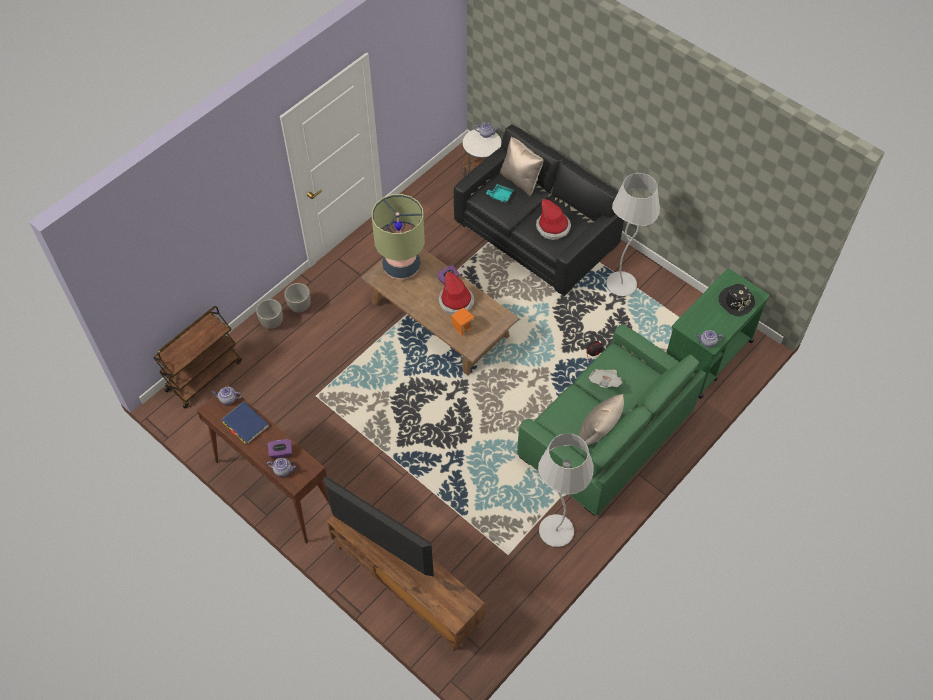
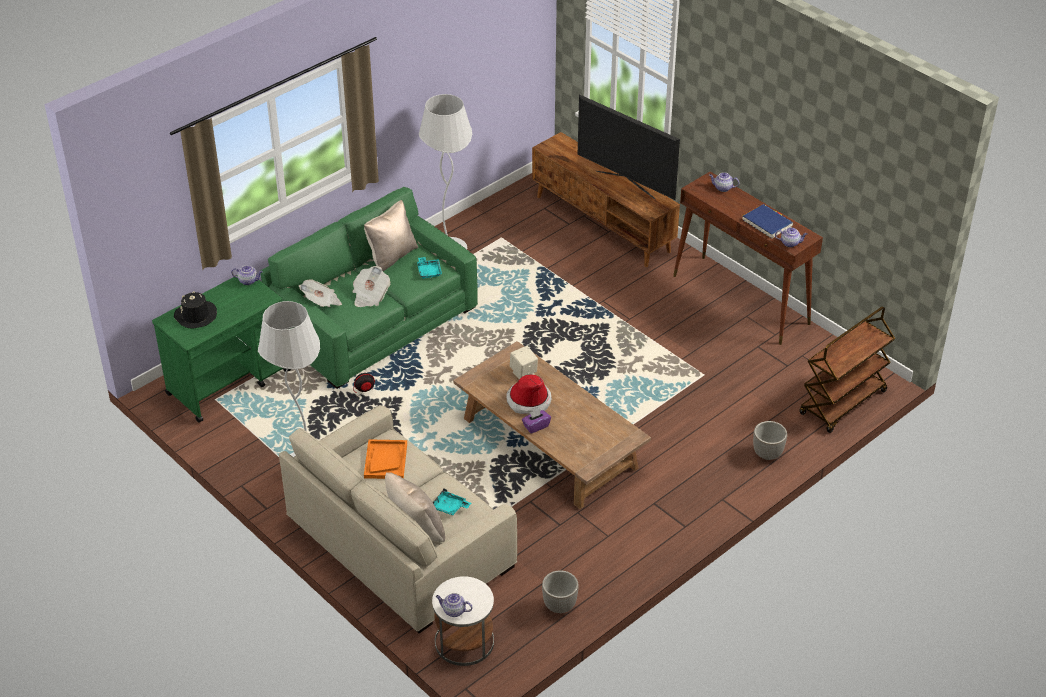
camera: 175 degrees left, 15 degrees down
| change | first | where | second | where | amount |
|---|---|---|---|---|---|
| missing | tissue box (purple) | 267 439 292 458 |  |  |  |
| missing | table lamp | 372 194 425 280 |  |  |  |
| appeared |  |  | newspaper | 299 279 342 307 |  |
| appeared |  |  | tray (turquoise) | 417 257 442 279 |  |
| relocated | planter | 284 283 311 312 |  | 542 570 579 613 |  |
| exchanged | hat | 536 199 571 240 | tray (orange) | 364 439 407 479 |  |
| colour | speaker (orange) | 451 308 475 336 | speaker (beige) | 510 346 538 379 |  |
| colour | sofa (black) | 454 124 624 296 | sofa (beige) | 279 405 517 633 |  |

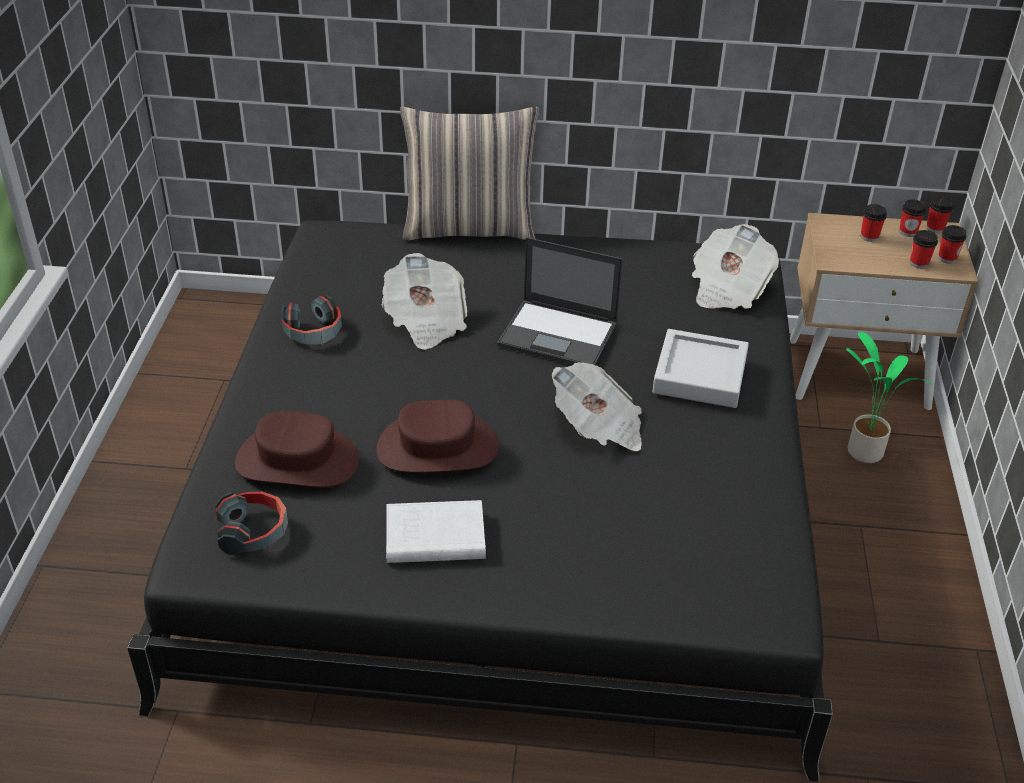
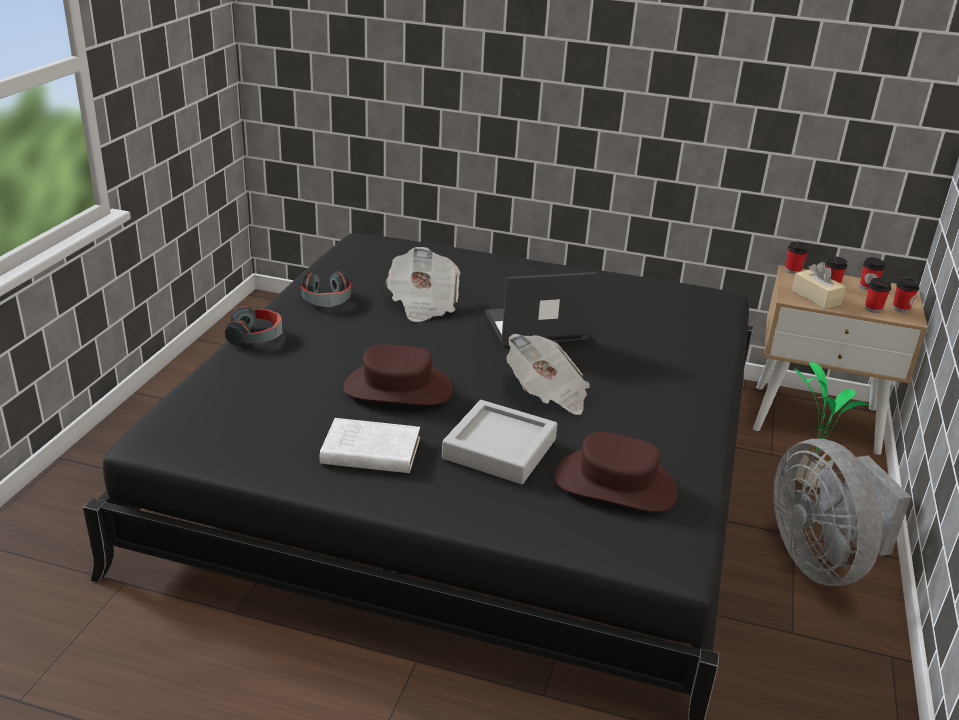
camera: 10 degrees right, 10 degrees down
| change | first | where | second | where | amount |
|---|---|---|---|---|---|
| missing | pillow | 400 106 539 240 |  |  |  |
| missing | newspaper | 692 224 779 309 |  |  |  |
| appeared |  |  | fan (grey) | 773 439 911 586 |  |
| appeared |  |  | tissue box (beige) | 792 262 846 309 |  |
| relocated | headphones | 215 492 288 556 |  | 225 305 283 346 |  |
| relocated | hat (brown) | 235 411 359 487 |  | 554 432 678 512 |  |
| relocated | tray (grey) | 653 329 749 408 |  | 442 400 557 484 |  |
| relocated | cup | 926 196 954 233 |  | 785 242 809 274 |  |
| spun | laptop | 497 237 623 365 |  | 485 272 596 346 | 135 degrees clockwise |

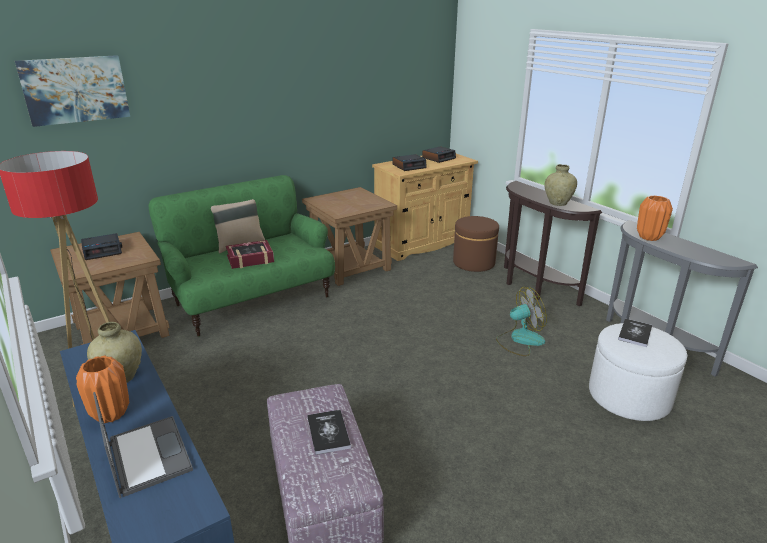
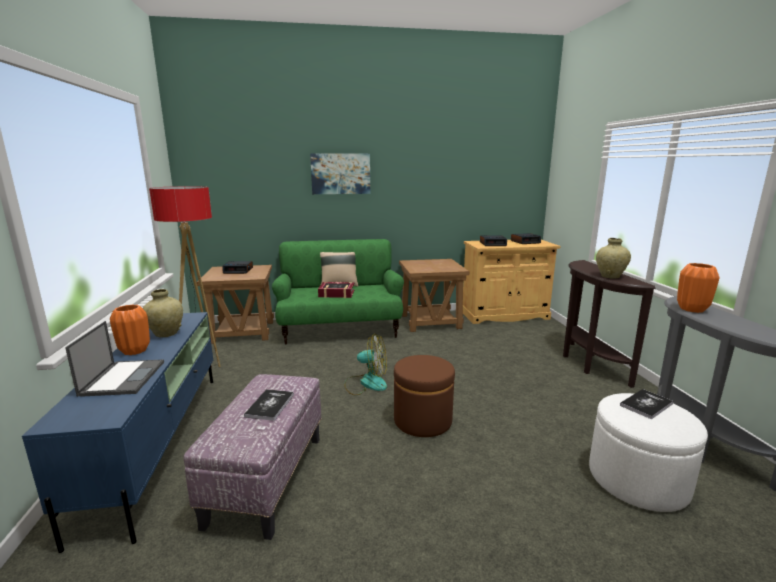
camera: 25 degrees right, 10 degrees down
| change | first | where | second | where | amount |
|---|---|---|---|---|---|
| relocated | picture | 15 55 130 127 |  | 310 153 370 194 |  |
| relocated | ottoman (brown) | 453 216 499 272 |  | 394 355 455 437 |  |
| relocated | fan | 496 287 547 356 |  | 344 334 387 395 |  |

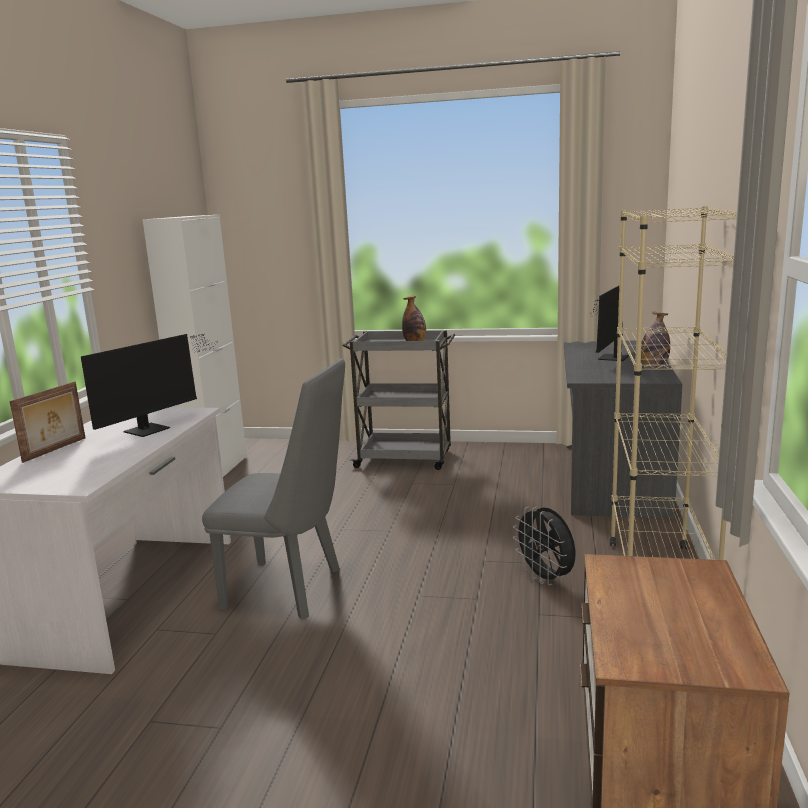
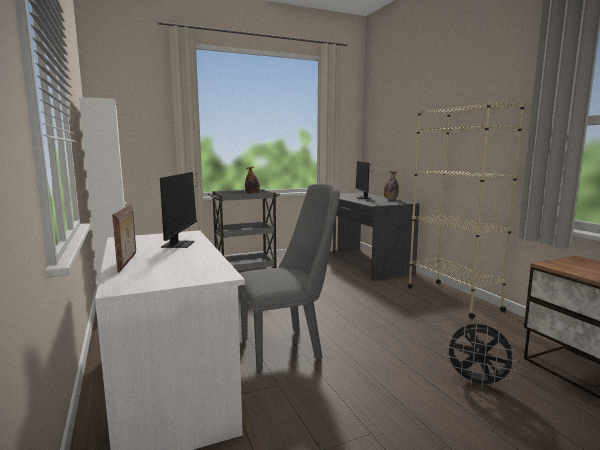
camera: 35 degrees left, 5 degrees down
| change | first | where | second | where | amount |
|---|---|---|---|---|---|
| relocated | fan (black) | 513 506 575 585 |  | 444 324 517 389 |  |

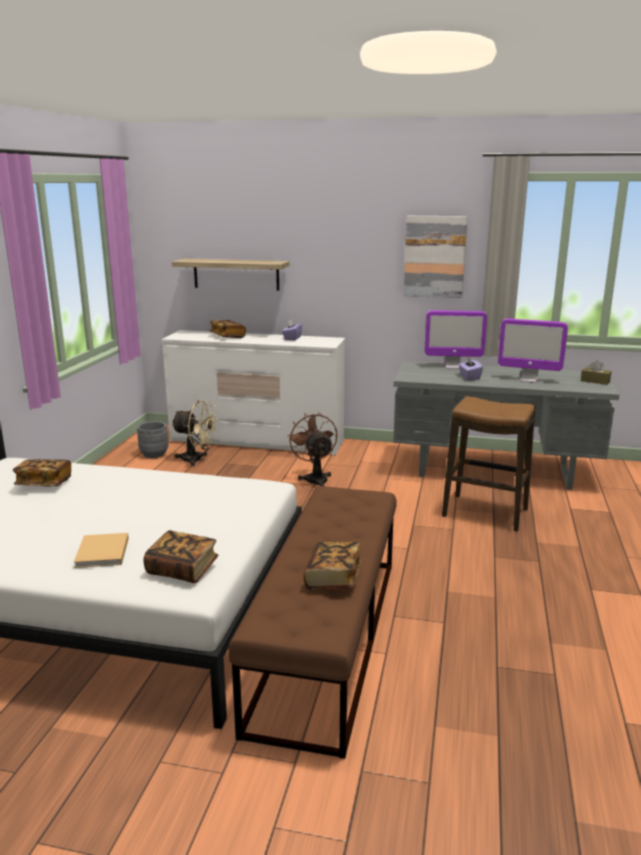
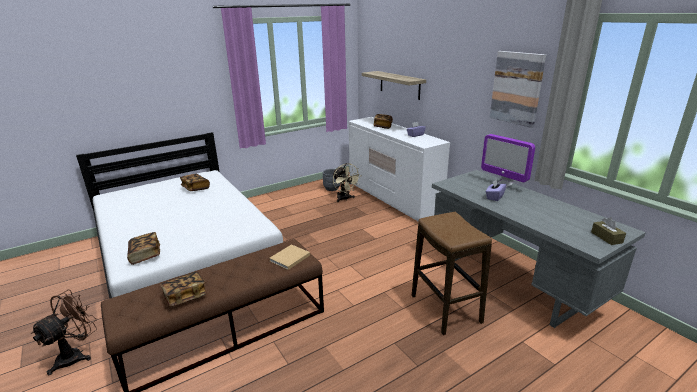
camera: 45 degrees right, 5 degrees up
| change | first | where | second | where | amount |
|---|---|---|---|---|---|
| missing | monitor | 498 319 568 383 |  |  |  |
| relocated | book (beige) | 74 533 129 568 |  | 270 244 310 270 |  |
| relocated | fan (brown) | 287 413 337 486 |  | 31 290 97 375 |  |

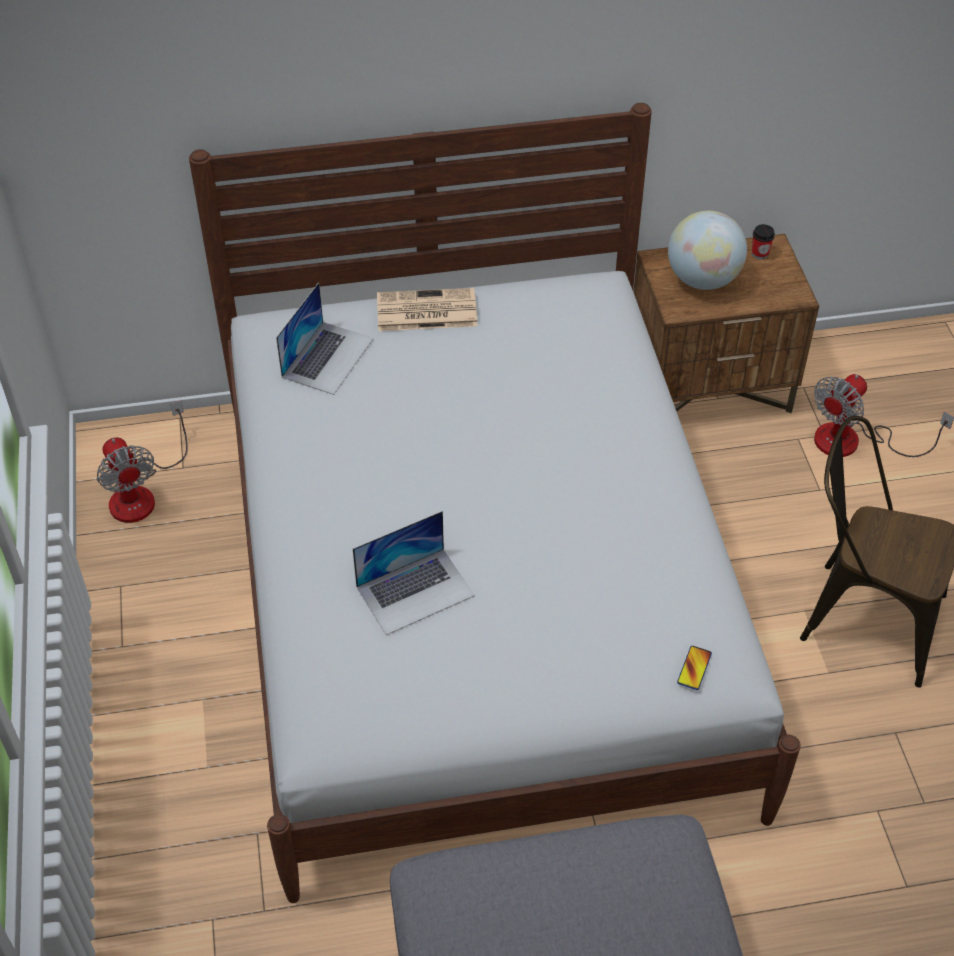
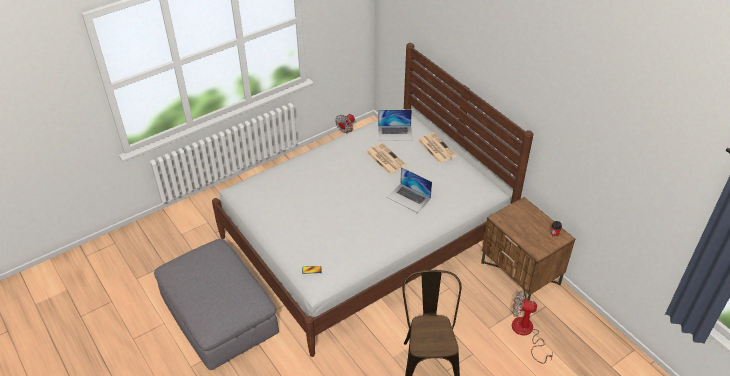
camera: 65 degrees right, 5 degrees down
| change | first | where | second | where | amount |
|---|---|---|---|---|---|
| missing | globe | 668 211 747 290 |  |  |  |
| appeared |  |  | newspaper | 366 143 407 175 |  |
| relocated | laptop | 353 511 475 635 |  | 387 167 432 213 |  |

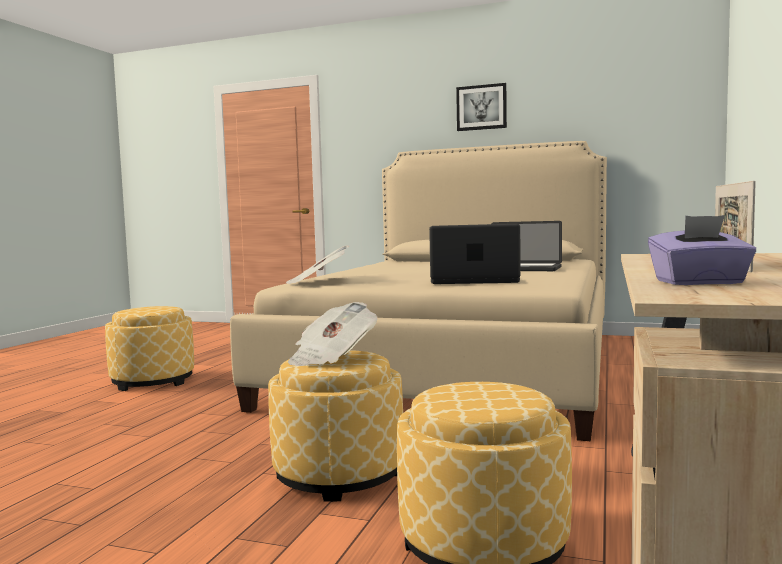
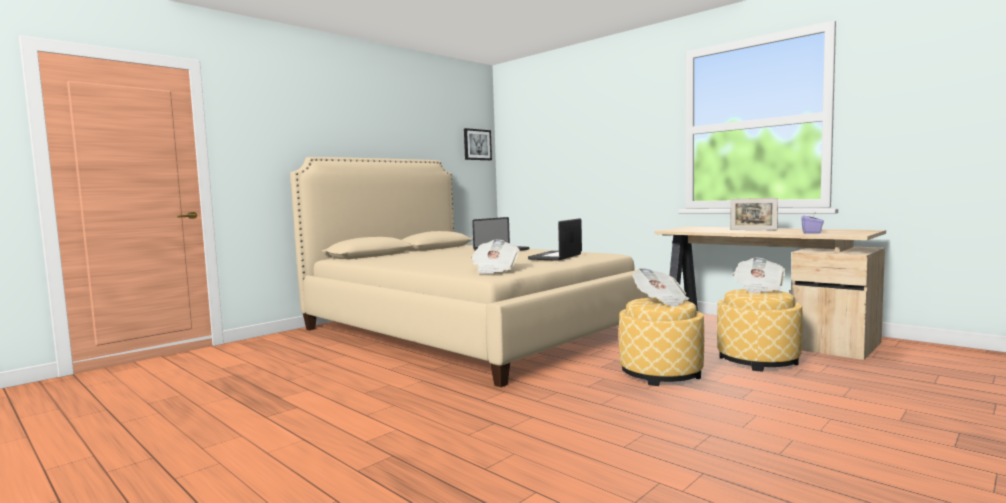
camera: 65 degrees left, 0 degrees up
| change | first | where | second | where | amount |
|---|---|---|---|---|---|
| missing | ottoman | 105 306 194 391 |  |  |  |
| appeared |  |  | newspaper | 733 258 786 293 |  |
| relocated | picture | 456 83 507 131 |  | 464 128 492 160 |  |

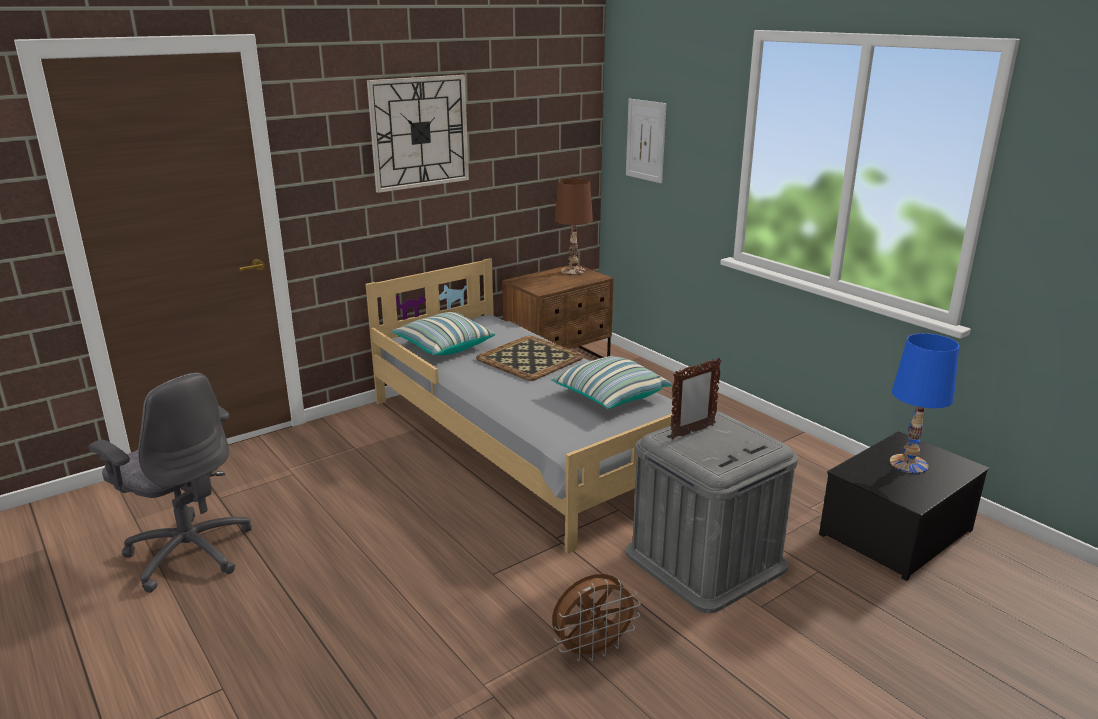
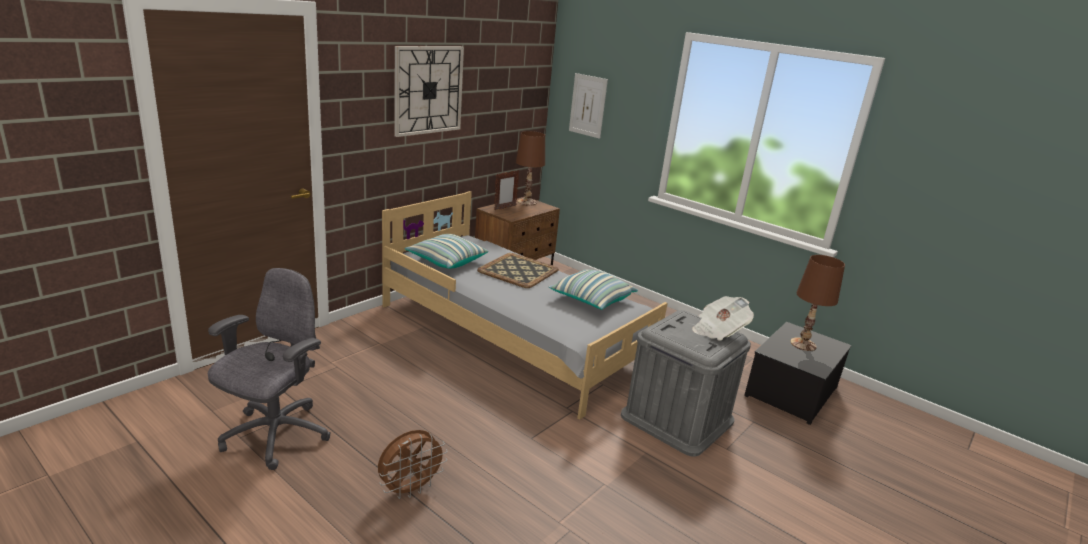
camera: 15 degrees left, 0 degrees up
| change | first | where | second | where | amount |
|---|---|---|---|---|---|
| appeared |  |  | newspaper | 692 296 754 341 |  |
| relocated | fan (brown) | 552 574 641 662 |  | 378 430 448 499 |  |
| relocated | picture frame | 670 357 722 439 |  | 494 170 519 211 |  |
| colour | table lamp (blue) | 890 333 959 474 | table lamp (brown) | 790 255 845 351 |  |
| spun | office chair (grey) | 89 373 252 593 |  | 208 268 331 470 | 90 degrees counterclockwise |

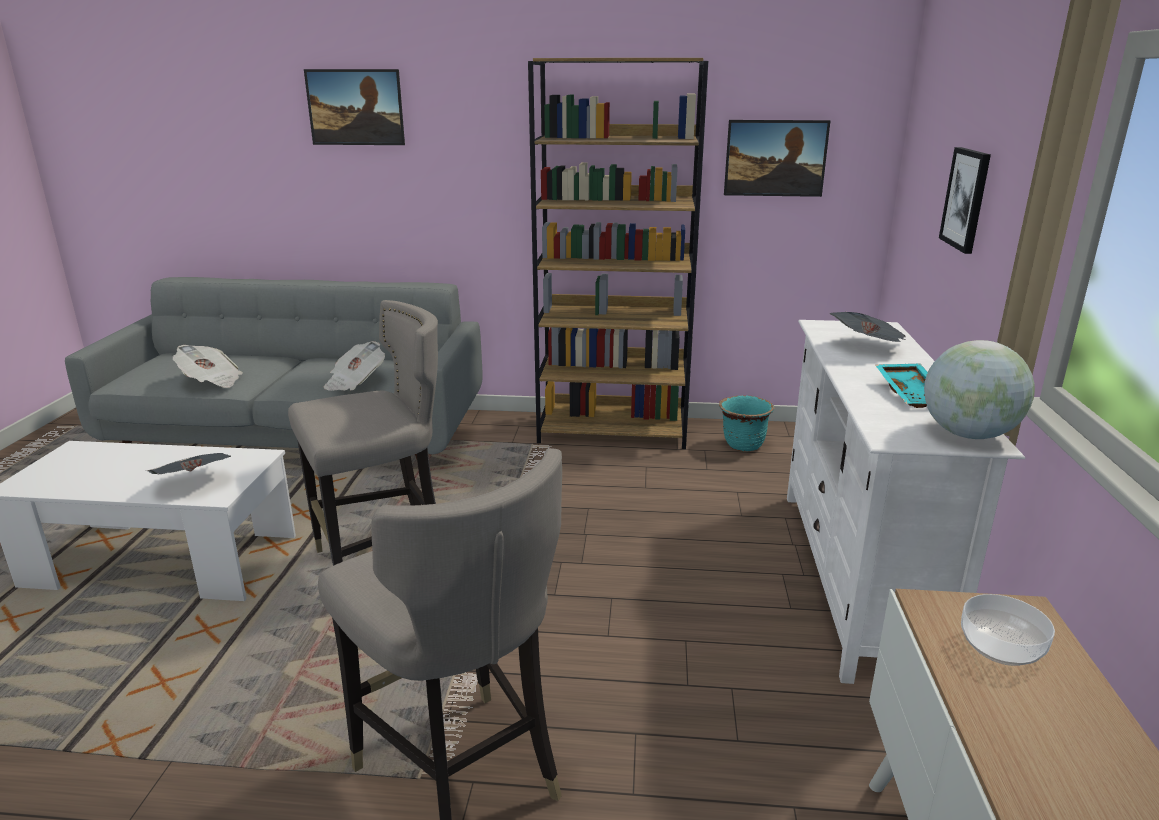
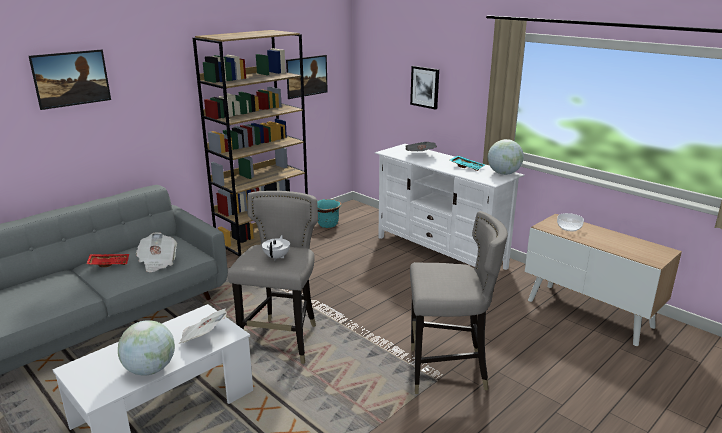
camera: 50 degrees left, 0 degrees up
| change | first | where | second | where | amount |
|---|---|---|---|---|---|
| missing | newspaper | 173 345 243 388 |  |  |  |
| appeared |  |  | tray (red) | 86 254 129 267 |  |
| appeared |  |  | globe | 118 320 175 376 |  |
| appeared |  |  | teapot (white) | 262 235 290 261 |  |

